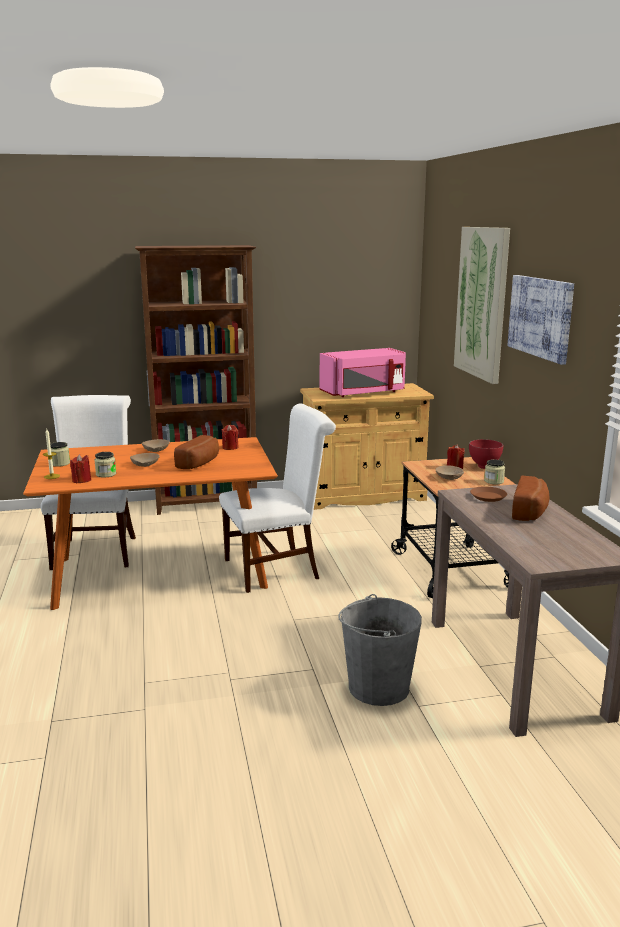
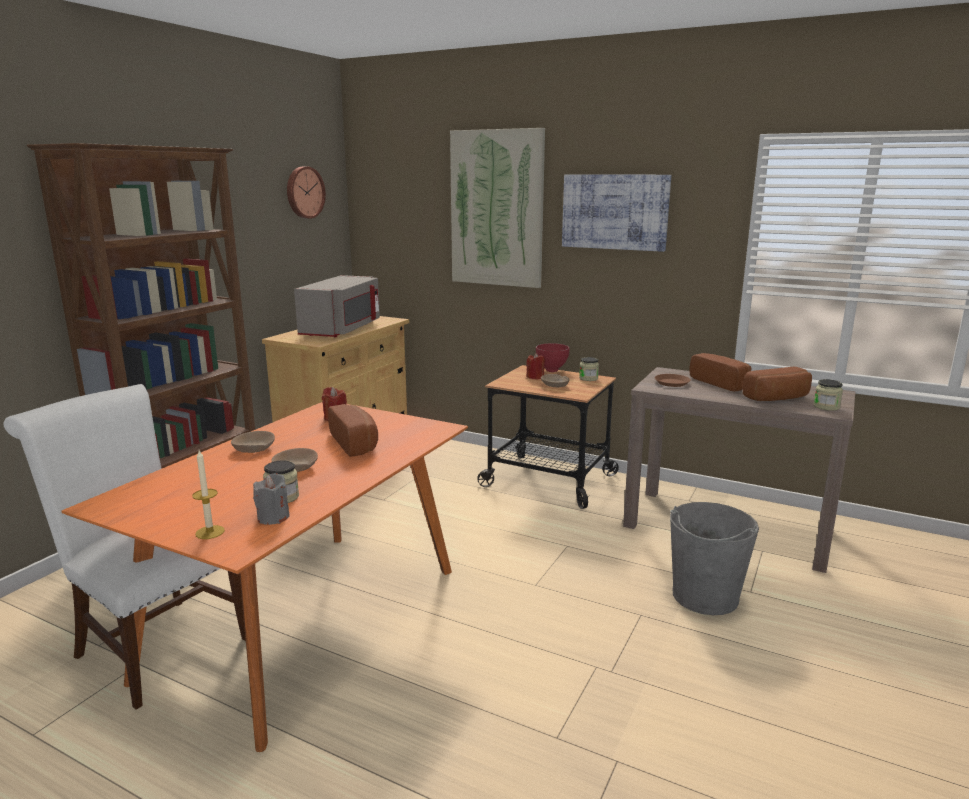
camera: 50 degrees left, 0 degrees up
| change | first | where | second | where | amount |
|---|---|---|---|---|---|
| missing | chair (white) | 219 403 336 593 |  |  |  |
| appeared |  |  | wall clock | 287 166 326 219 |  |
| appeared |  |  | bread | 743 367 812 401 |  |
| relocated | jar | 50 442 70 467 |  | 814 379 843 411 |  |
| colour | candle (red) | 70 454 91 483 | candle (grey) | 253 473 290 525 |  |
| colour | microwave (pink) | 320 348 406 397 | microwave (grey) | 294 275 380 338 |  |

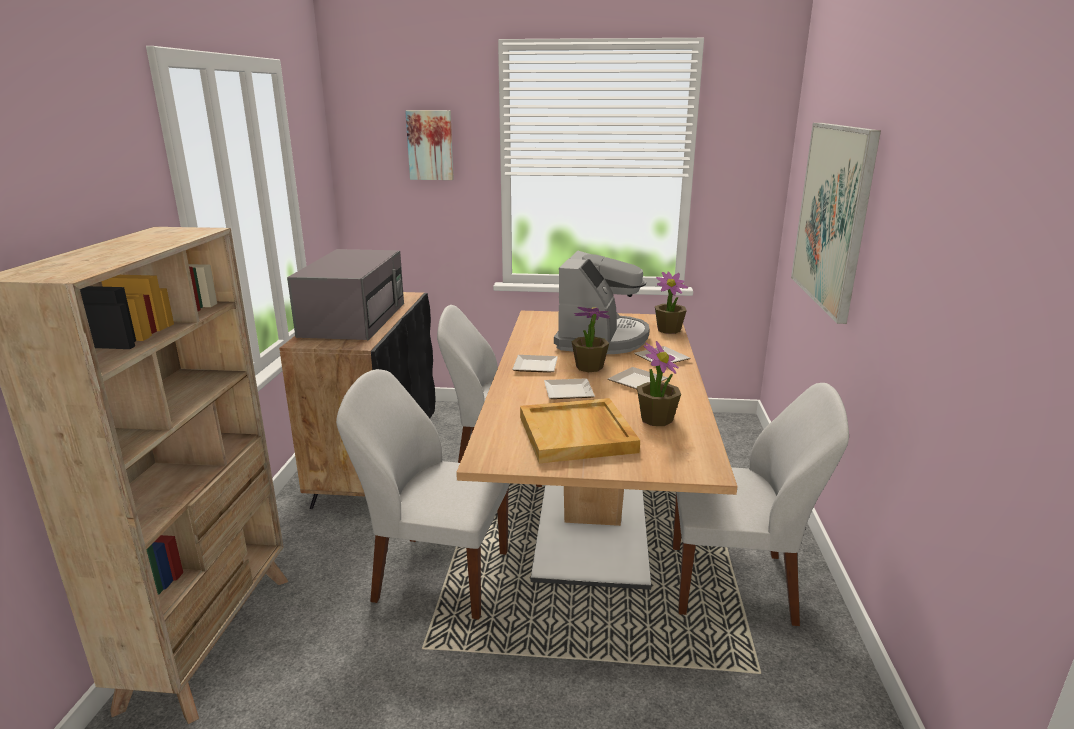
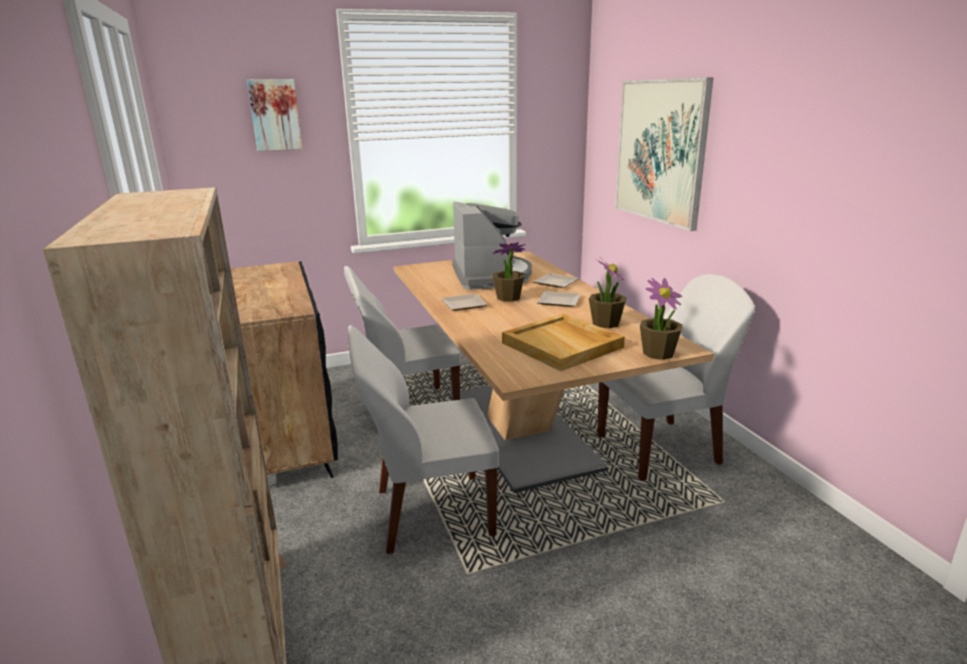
camera: 25 degrees left, 0 degrees up
| change | first | where | second | where | amount |
|---|---|---|---|---|---|
| missing | microwave (grey) | 287 249 404 340 |  |  |  |
| missing | plate | 544 378 595 399 |  |  |  |
| relocated | potted plant | 655 272 688 334 |  | 640 278 683 360 |  |

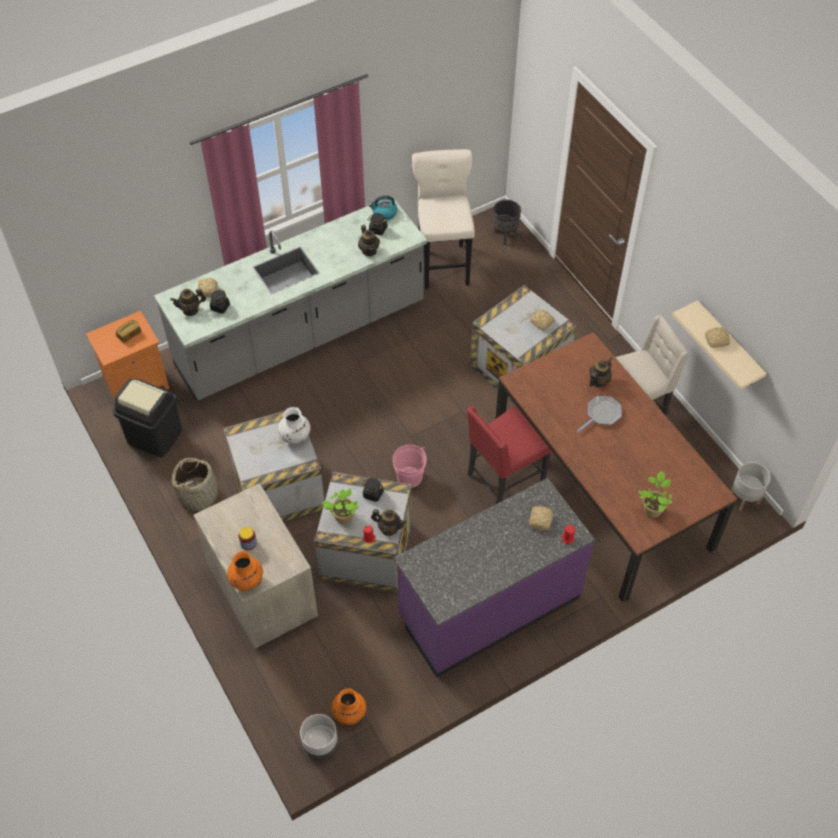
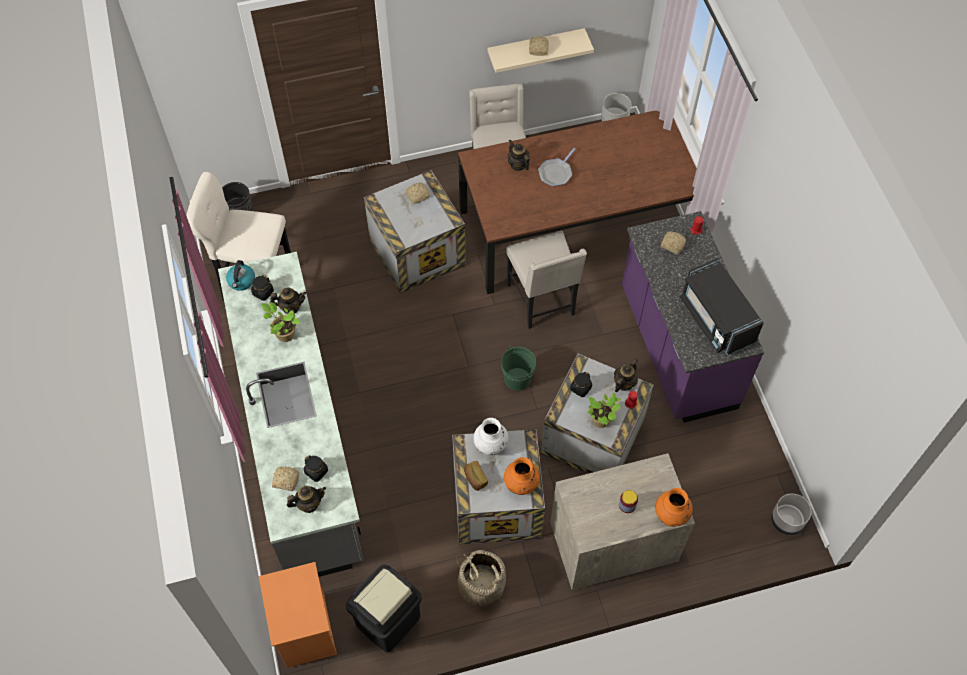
camera: 75 degrees left, 5 degrees up
| change | first | where | second | where | amount |
|---|---|---|---|---|---|
| appeared |  |  | microwave (black) | 680 258 764 355 |  |
| relocated | bread | 116 320 141 343 |  | 464 461 488 491 |  |
| relocated | vase (orange) | 331 688 366 725 |  | 504 457 540 495 |  |
| relocated | potted plant | 638 471 672 518 |  | 261 302 300 342 |  |
| colour | bucket (pink) | 393 445 427 488 | bucket (green) | 501 346 536 391 |  |
| colour | chair (red) | 467 406 552 505 | chair (beige) | 506 231 587 329 |  |
| spun | teapot | 170 289 206 316 |  | 287 486 326 513 | 105 degrees counterclockwise |
| spun | frying pan | 577 396 622 432 |  | 538 148 575 186 | 120 degrees counterclockwise |

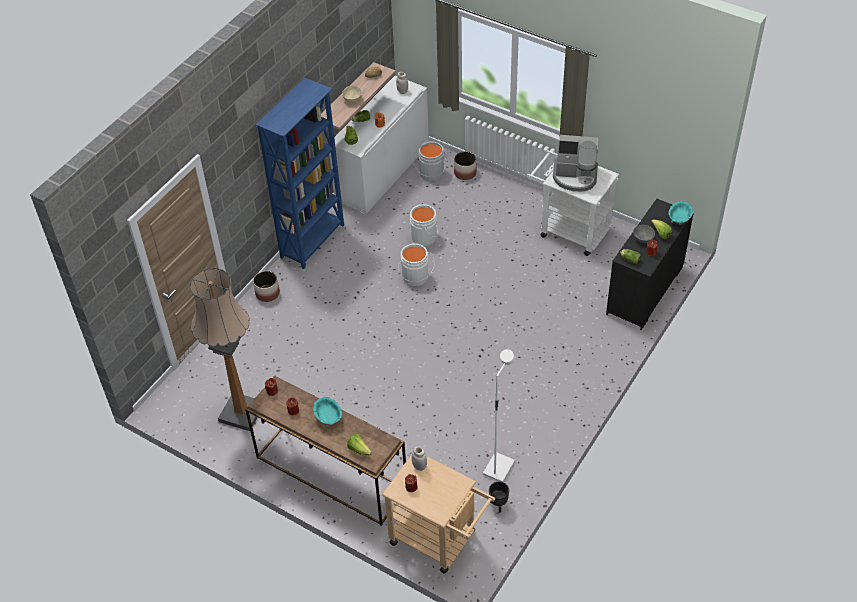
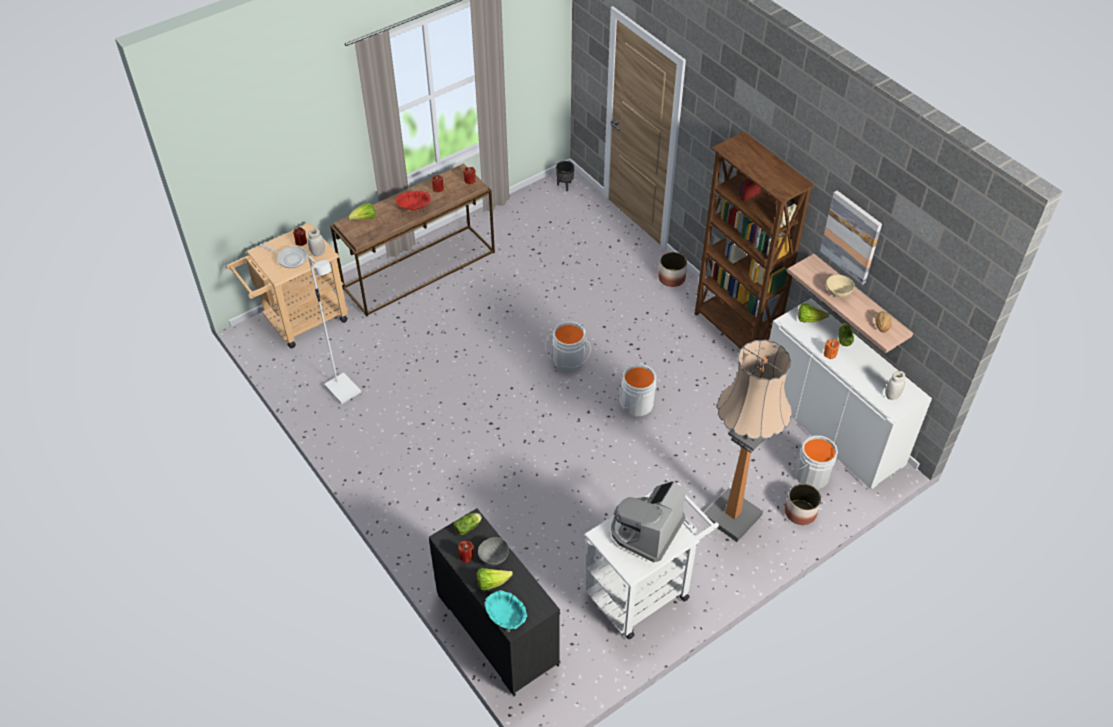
camera: 110 degrees right, 0 degrees up
| change | first | where | second | where | amount |
|---|---|---|---|---|---|
| appeared |  |  | frying pan | 260 244 307 268 |  |
| appeared |  |  | picture | 820 190 882 285 |  |
| relocated | floor lamp | 190 268 258 431 |  | 704 339 792 542 |  |
| relocated | bucket (white) | 410 204 438 246 |  | 545 321 591 373 |  |
| relocated | planter (black) | 489 482 509 513 |  | 556 161 574 191 |  |
| colour | bookcase (blue) | 255 77 344 269 | bookcase (brown) | 695 132 815 349 |  |
| colour | bowl (turquoise) | 313 397 342 427 | bowl (red) | 396 191 431 212 |  |

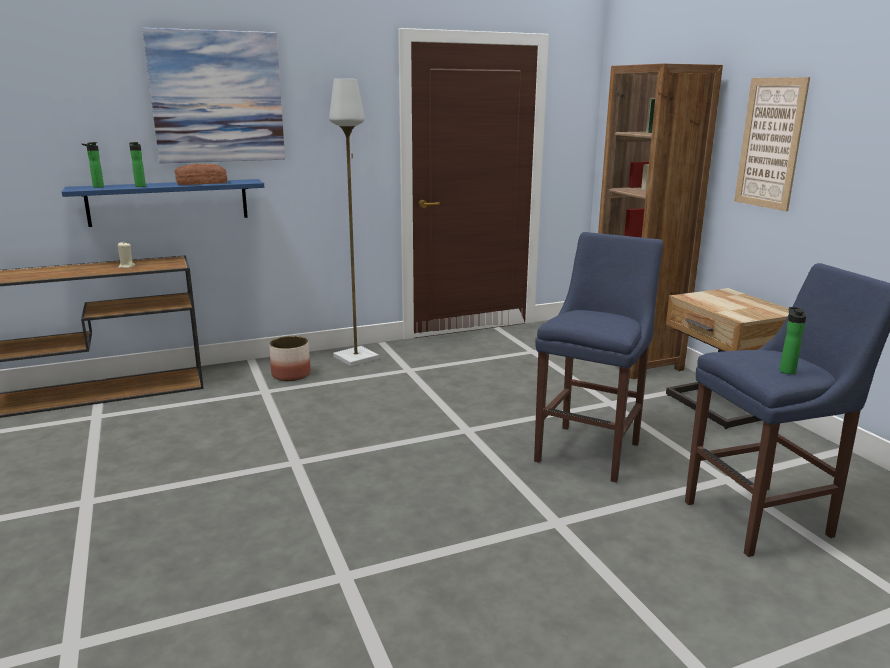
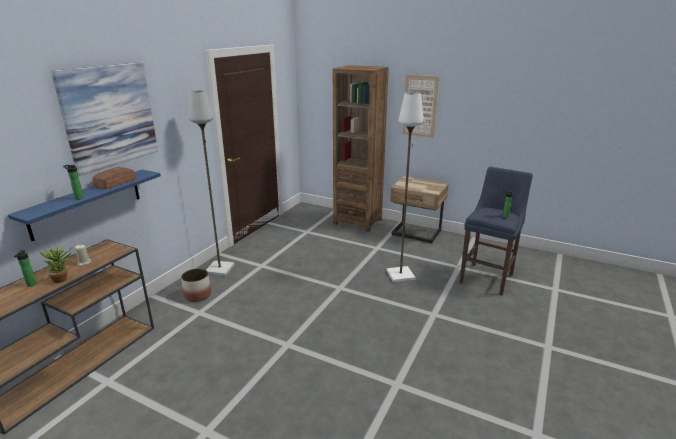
camera: 40 degrees left, 5 degrees up
| change | first | where | second | where | amount |
|---|---|---|---|---|---|
| appeared |  |  | potted plant | 39 246 72 283 |  |
| relocated | bottle | 82 142 104 188 |  | 14 250 37 287 |  |
| exchanged | stool (blue) | 534 232 663 483 | floor lamp (white) | 387 92 424 282 |  |

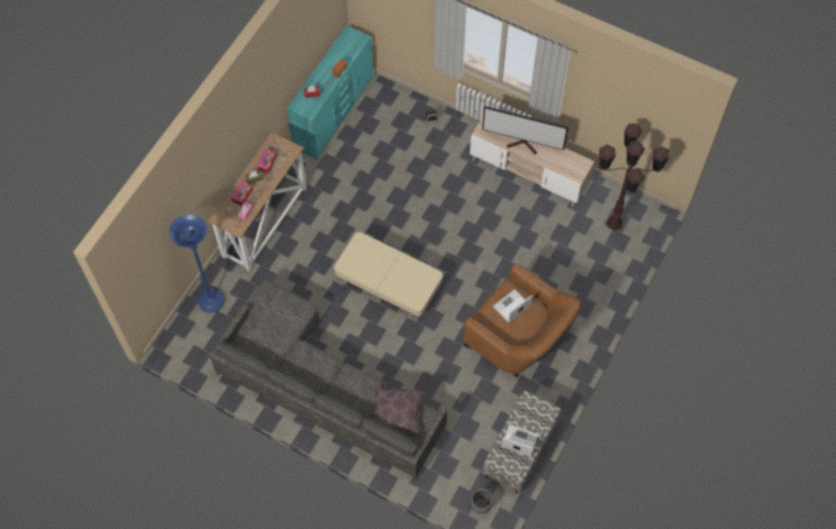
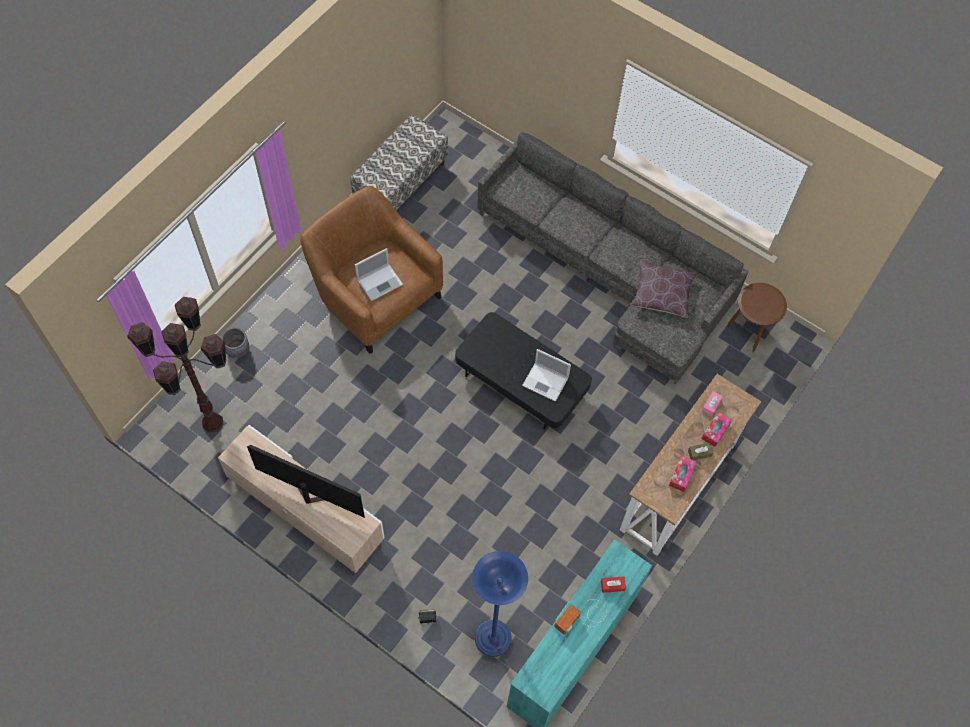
camera: 175 degrees left, 0 degrees up
| change | first | where | second | where | amount |
|---|---|---|---|---|---|
| appeared |  |  | side table (brown) | 727 283 787 352 |  |
| relocated | floor lamp (blue) | 169 214 225 313 |  | 472 551 528 657 |  |
| relocated | pillow (brown) | 373 386 423 433 |  | 631 261 697 318 |  |
| relocated | planter (grey) | 471 488 493 514 |  | 221 327 249 358 |  |
| relocated | laptop | 501 424 539 457 |  | 522 349 571 402 |  |
| colour | coffee table (beige) | 334 232 443 318 | coffee table (black) | 455 312 592 430 |  |

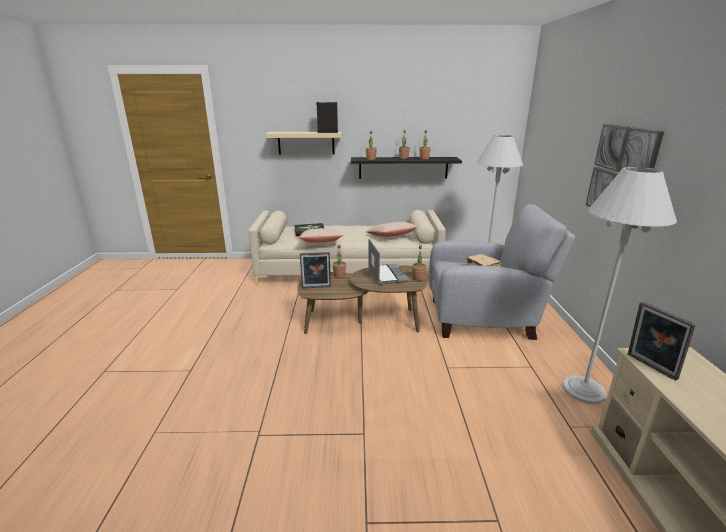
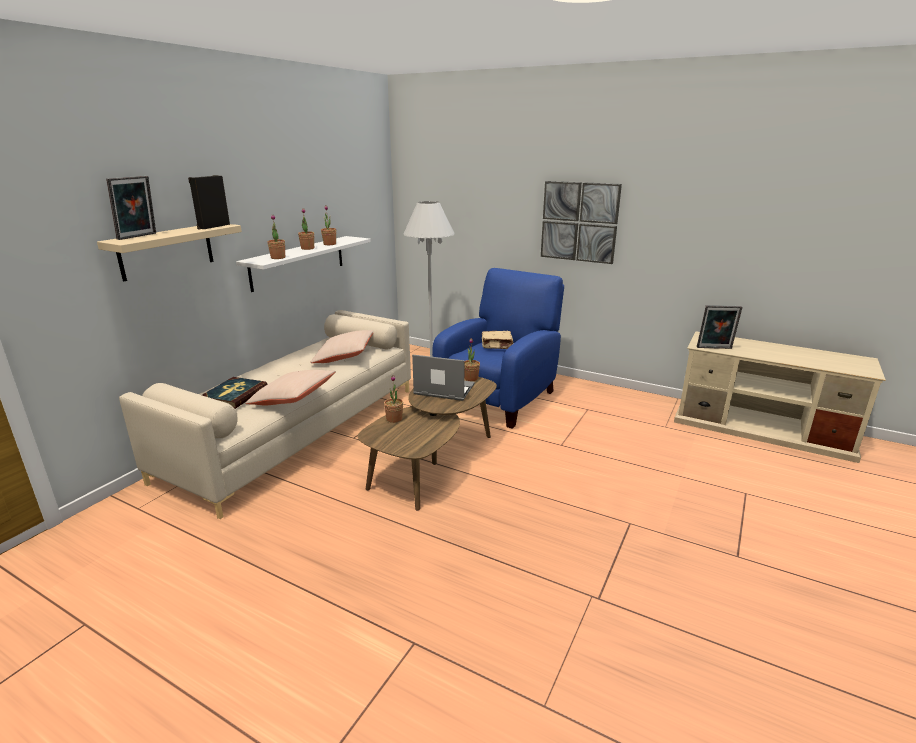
camera: 60 degrees left, 0 degrees up
| change | first | where | second | where | amount |
|---|---|---|---|---|---|
| missing | floor lamp (white) | 562 167 677 404 |  |  |  |
| relocated | picture frame | 300 252 331 288 |  | 106 176 156 240 |  |
| colour | shelf (black) | 351 157 462 179 | shelf (white) | 236 236 371 292 |  |
| colour | armchair (grey) | 429 204 575 340 | armchair (blue) | 432 268 564 429 |  |

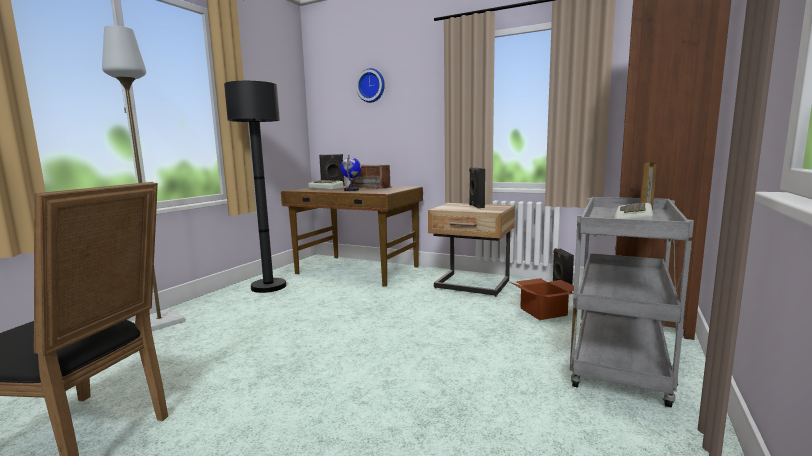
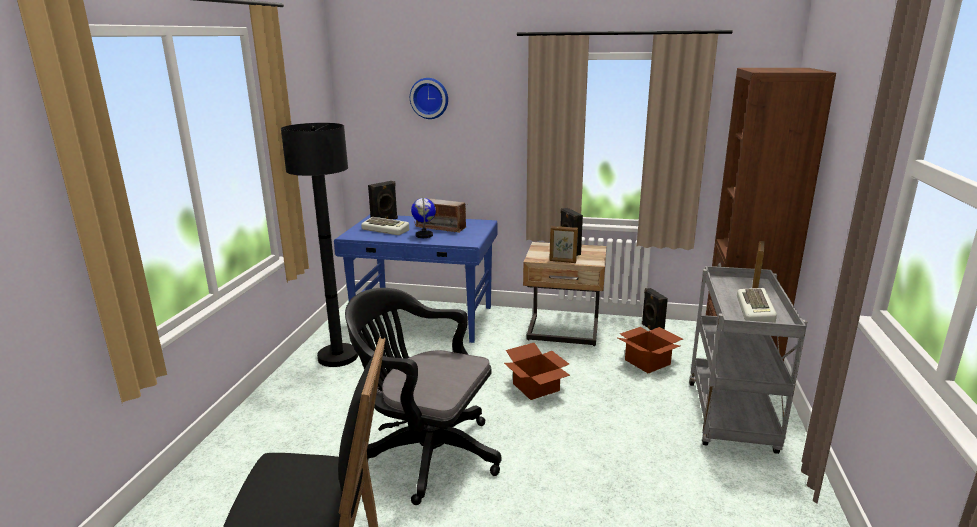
camera: 15 degrees left, 10 degrees up
| change | first | where | second | where | amount |
|---|---|---|---|---|---|
| missing | floor lamp (grey) | 102 25 185 331 |  |  |  |
| appeared |  |  | office chair (black) | 345 288 501 505 |  |
| appeared |  |  | cardboard box | 504 343 570 400 |  |
| appeared |  |  | picture frame | 549 226 578 263 |  |
| colour | desk (brown) | 281 185 423 287 | desk (blue) | 334 215 497 343 |  |

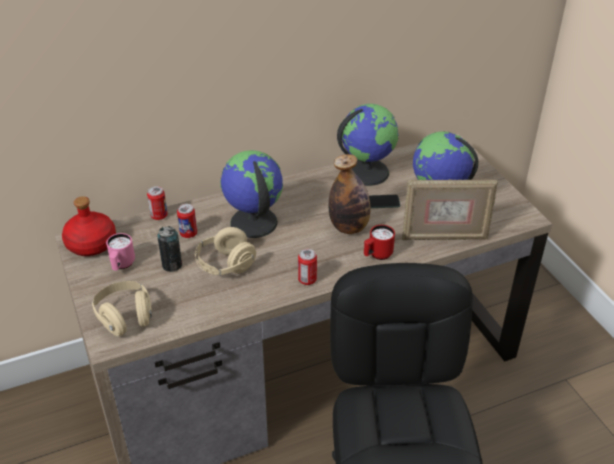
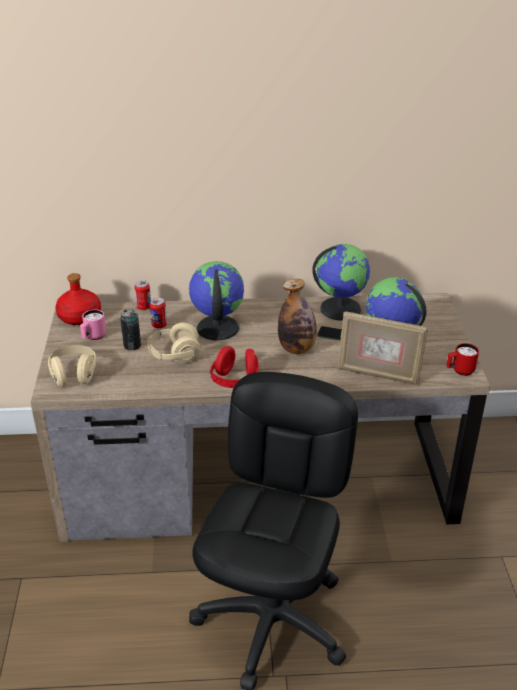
camera: 20 degrees right, 5 degrees down
| change | first | where | second | where | amount |
|---|---|---|---|---|---|
| relocated | mug (red) | 364 225 395 260 |  | 446 343 479 376 |  |
| exchanged | can | 298 249 317 285 | headphones (red) | 210 346 259 388 |  |

